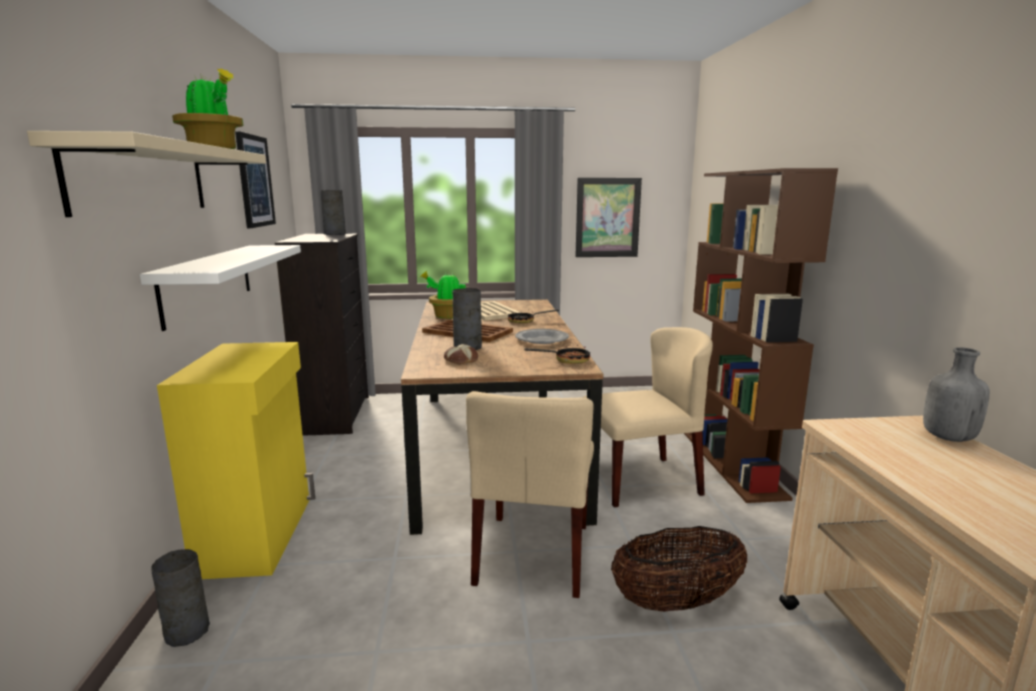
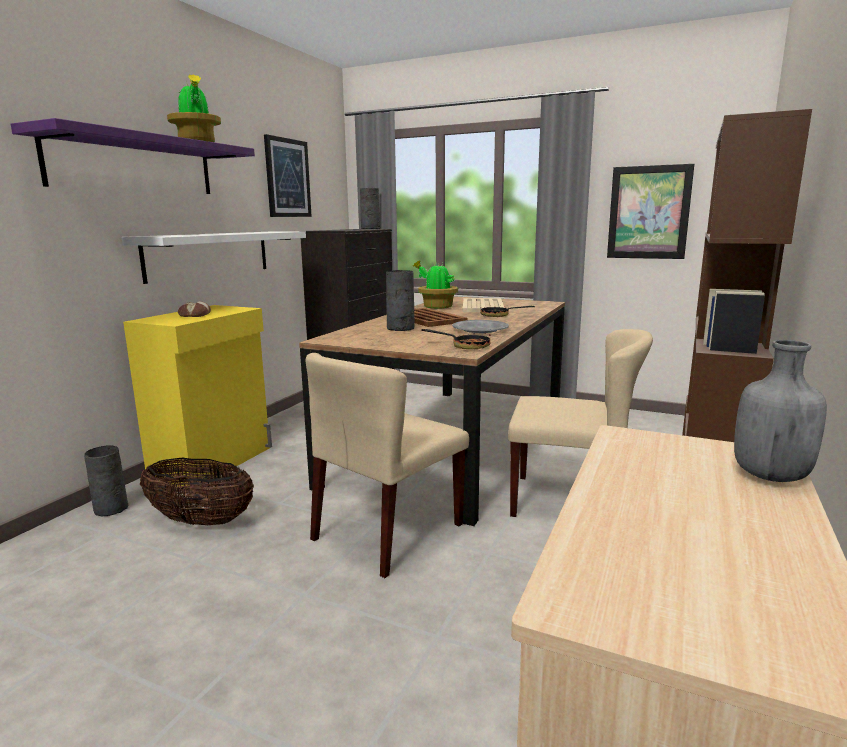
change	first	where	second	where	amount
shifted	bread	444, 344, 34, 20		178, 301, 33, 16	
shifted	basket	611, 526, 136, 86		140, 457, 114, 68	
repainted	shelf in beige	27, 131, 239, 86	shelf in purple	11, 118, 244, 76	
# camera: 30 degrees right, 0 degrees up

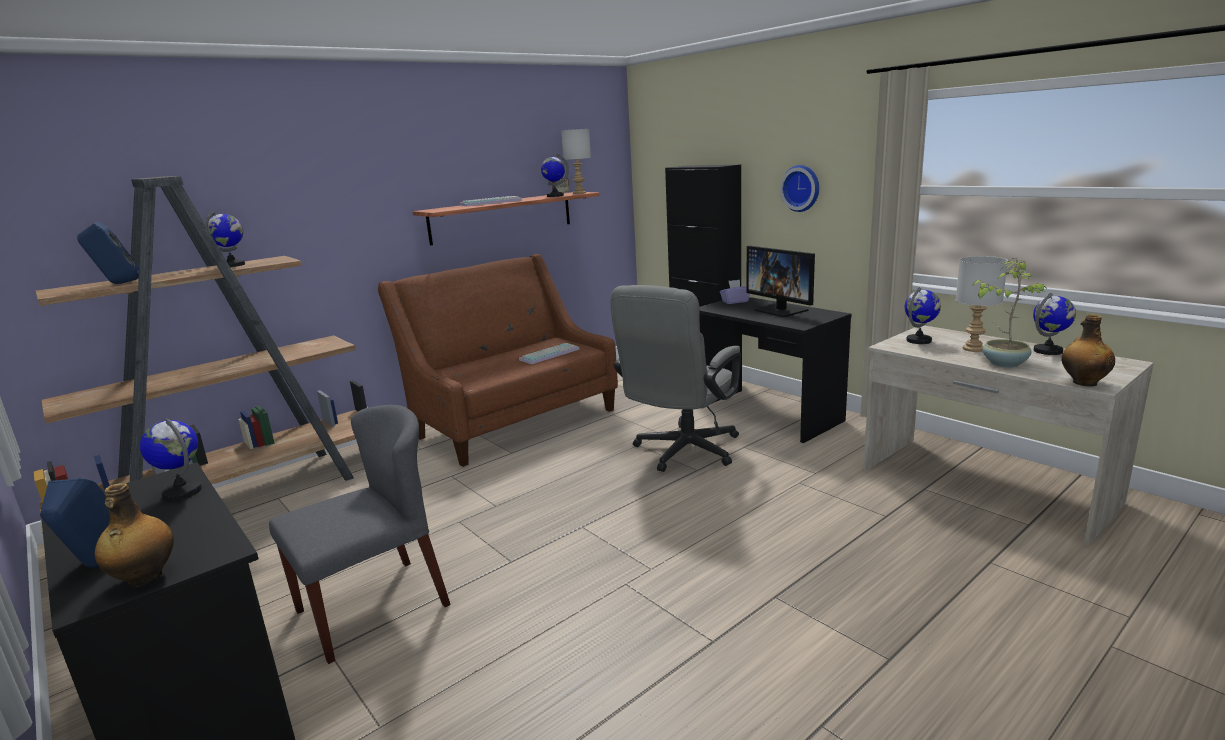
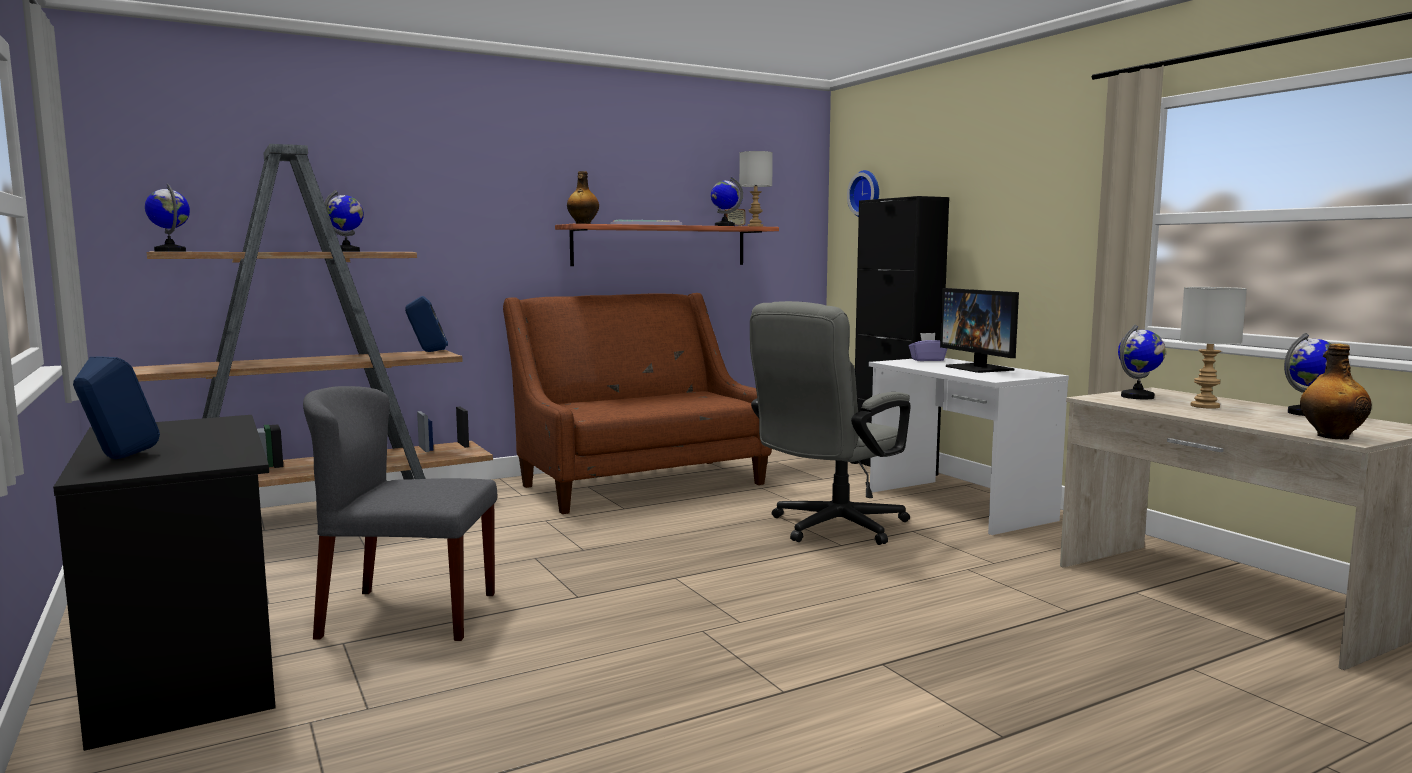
change	first	where	second	where	amount
gone	keyboard	519, 343, 61, 21			
gone	potted plant	972, 258, 75, 110			
shifted	speaker in blue	77, 222, 62, 62		405, 296, 43, 56	
shifted	bottle	95, 483, 79, 104		567, 171, 32, 53	
shifted	globe	140, 418, 62, 83		145, 183, 45, 69	
shifted	wall clock	780, 165, 39, 47		847, 170, 32, 47	
repainted	desk in black	699, 297, 153, 146	desk in white	869, 358, 200, 177	
rotated	chair in grey	269, 405, 182, 259		303, 386, 194, 255	150 degrees counterclockwise
# camera: 10 degrees right, 10 degrees down

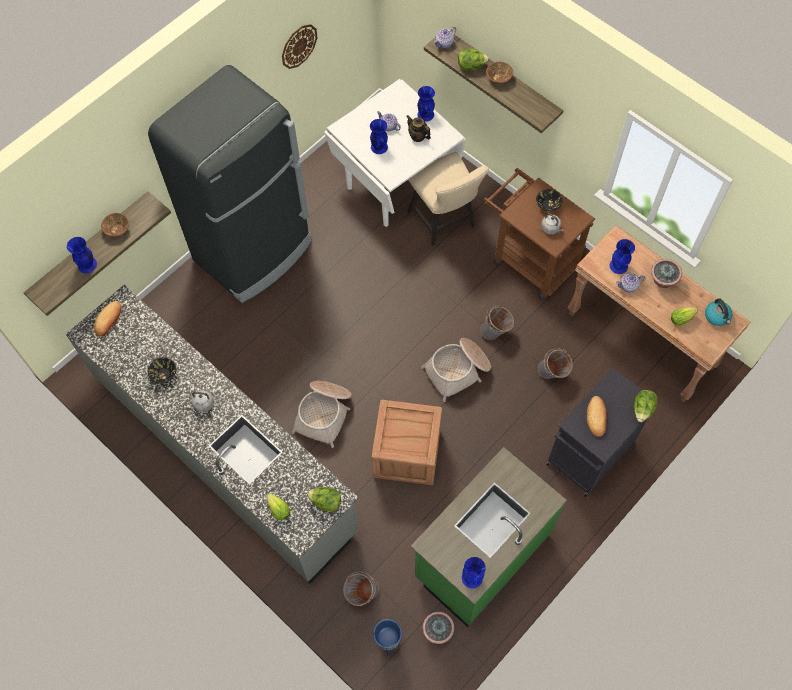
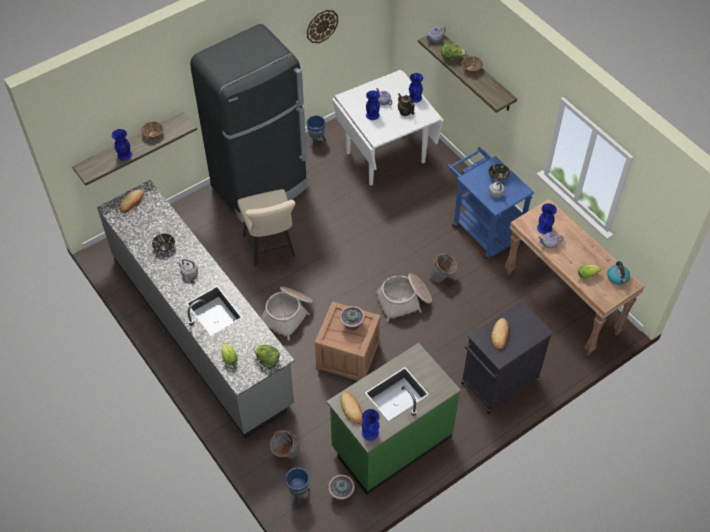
change	first	where	second	where	amount
gone	bucket in grey	538, 348, 35, 31			
gone	lettuce	633, 390, 25, 32			
new			planter in blue	306, 116, 20, 32	
new			bread	341, 392, 22, 32	
shifted	chair in beige	407, 152, 82, 94		238, 189, 58, 77	
shifted	potted plant	651, 259, 31, 29		340, 306, 25, 24	
repainted	cart in brown	483, 168, 112, 132	cart in blue	447, 147, 88, 112	
# camera: 10 degrees right, 10 degrees down

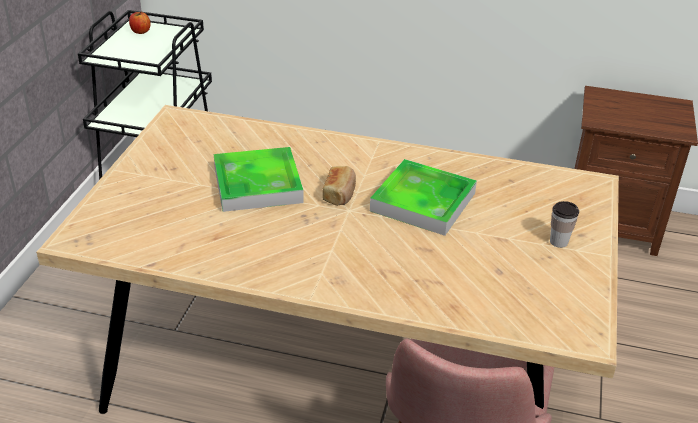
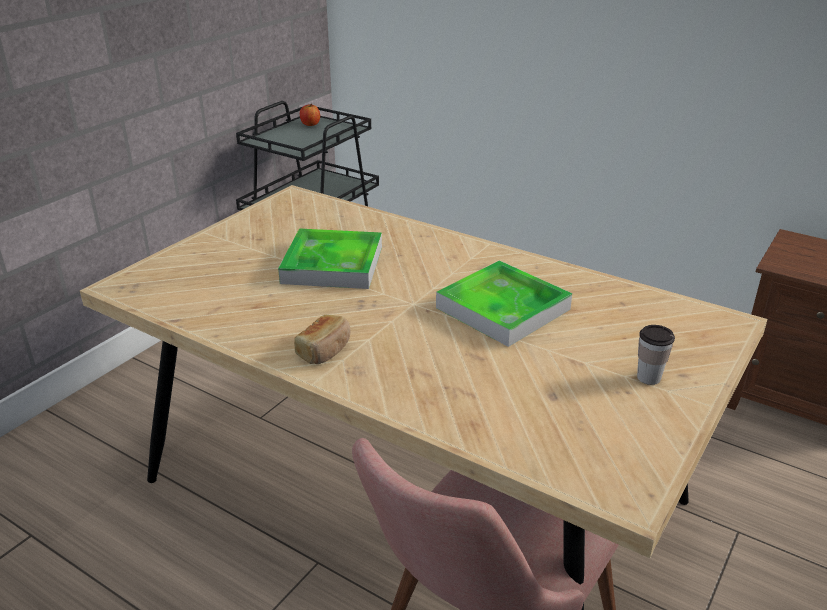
change	first	where	second	where	amount
shifted	bread	322, 166, 34, 40		294, 315, 57, 49	
# camera: 20 degrees right, 5 degrees down

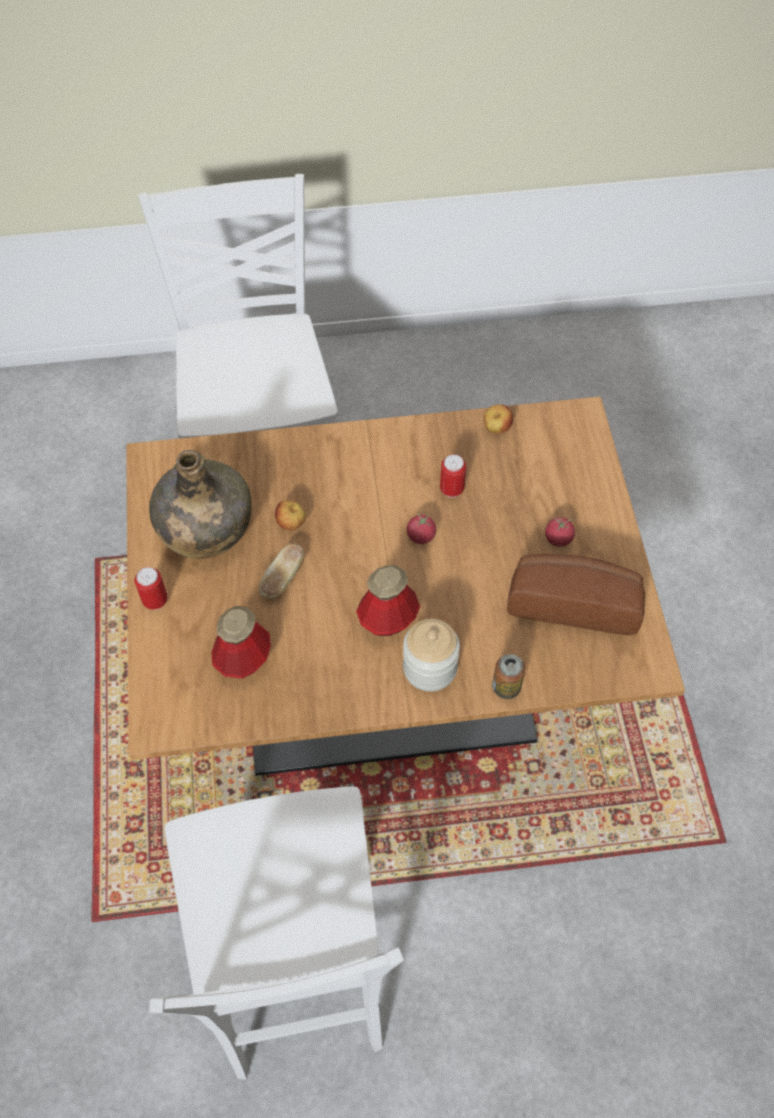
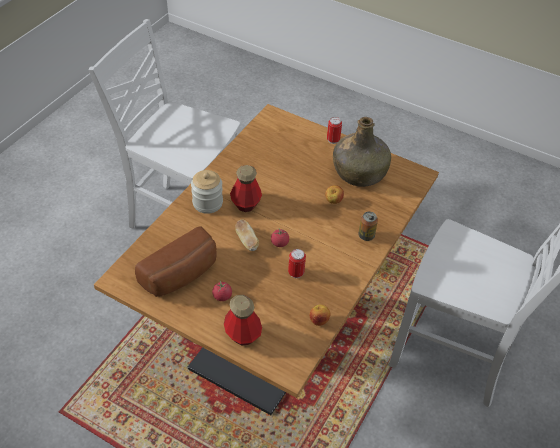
change	first	where	second	where	amount
shifted	bottle	211, 606, 60, 73		224, 295, 38, 51	
shifted	bread	259, 544, 45, 54		235, 219, 24, 32	
shifted	can	492, 654, 33, 45		359, 212, 19, 29	
# camera: 125 degrees right, 10 degrees down

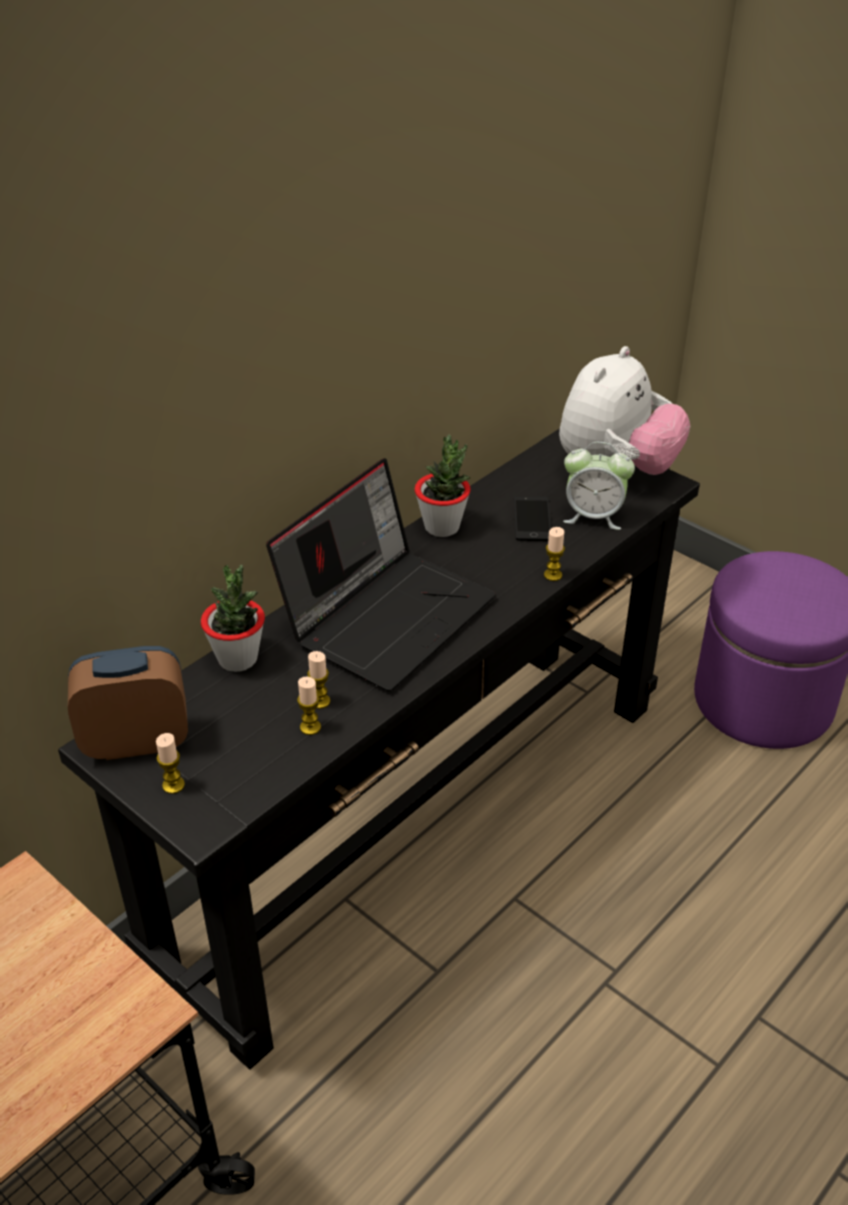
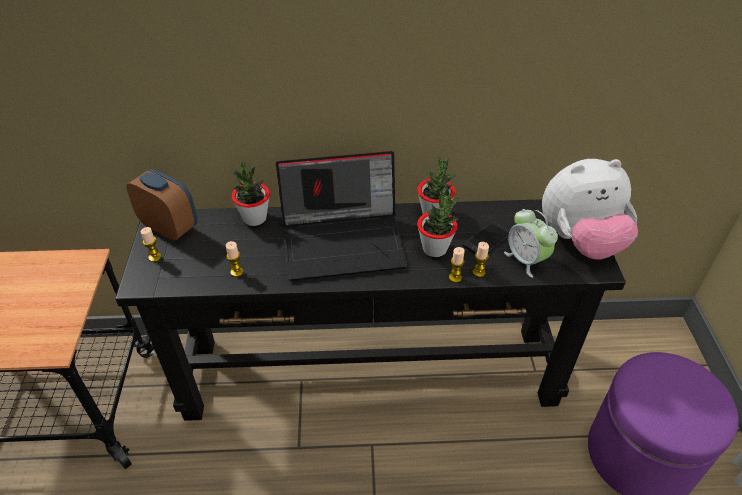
change	first	where	second	where	amount
new			potted plant	417, 188, 42, 69	
shifted	candle	307, 651, 24, 58		473, 242, 16, 35	
# camera: 45 degrees right, 5 degrees up

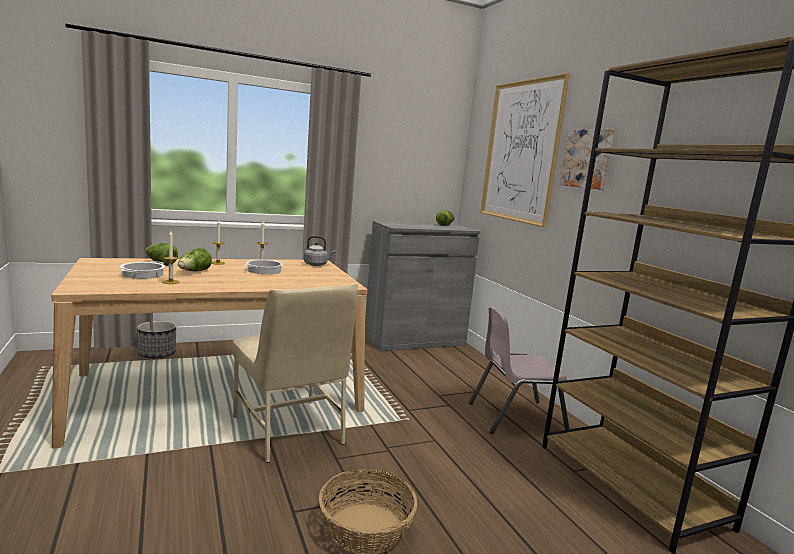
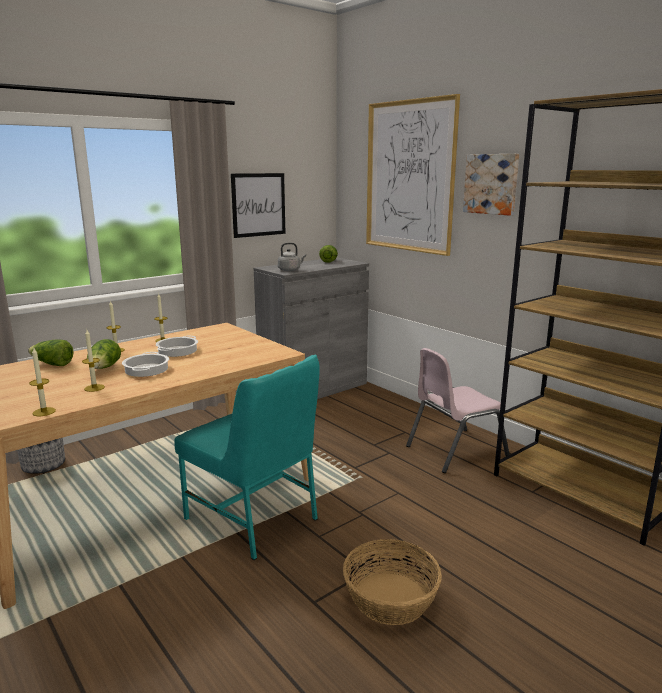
change	first	where	second	where	amount
new			candle	29, 348, 27, 68	
new			picture	231, 173, 54, 65	
shifted	cooking pot	120, 261, 45, 18		122, 352, 47, 25	
shifted	kettle in grey	304, 236, 31, 30		278, 243, 28, 28	
repainted	chair in beige	232, 283, 125, 180	chair in turquoise	174, 355, 146, 205	
# camera: 15 degrees left, 5 degrees up

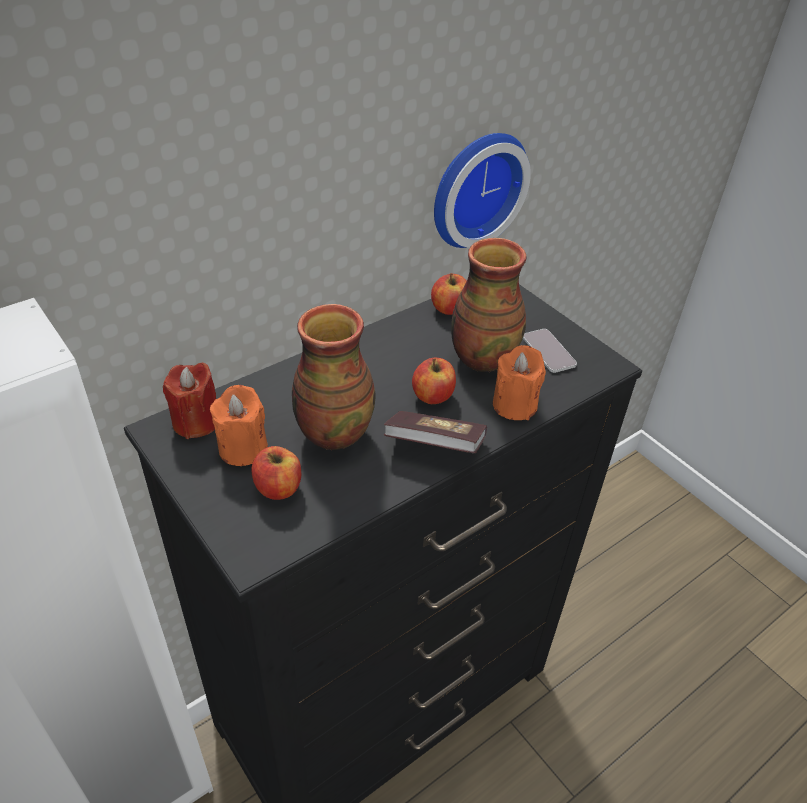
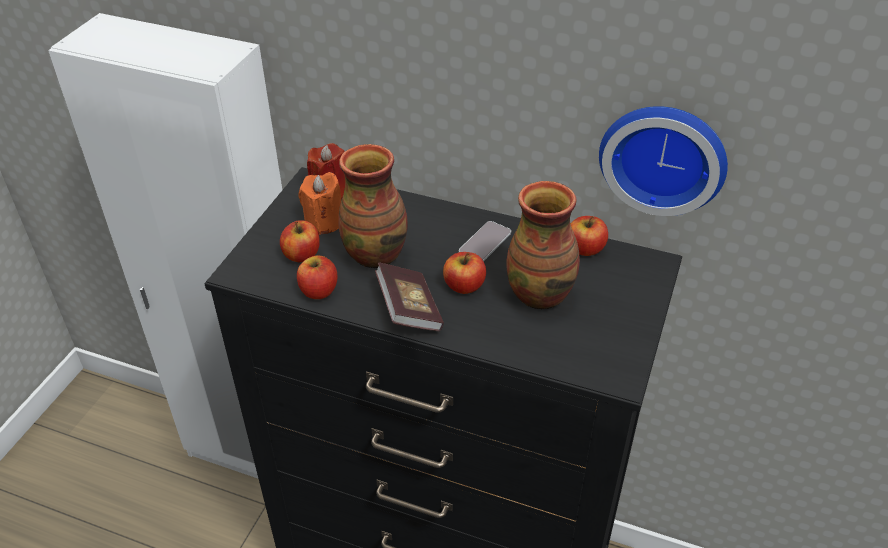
change	first	where	second	where	amount
gone	candle in orange	493, 345, 53, 75			
new			apple	297, 255, 40, 44	
shifted	phone	523, 329, 54, 44		459, 221, 52, 41	
# camera: 60 degrees right, 0 degrees up

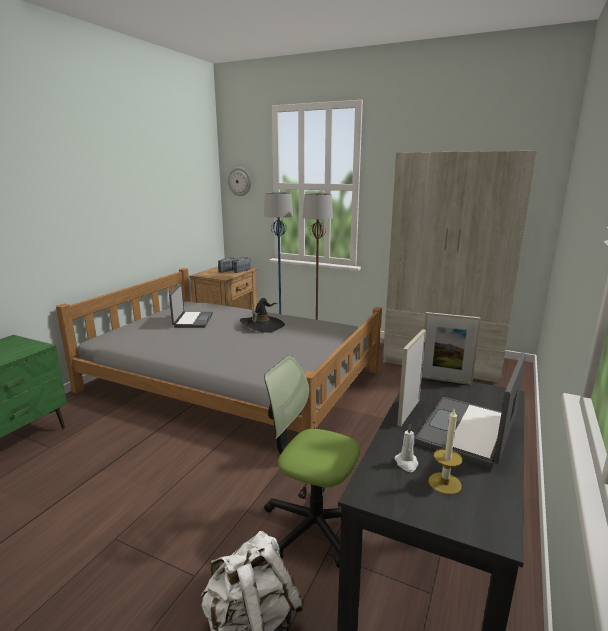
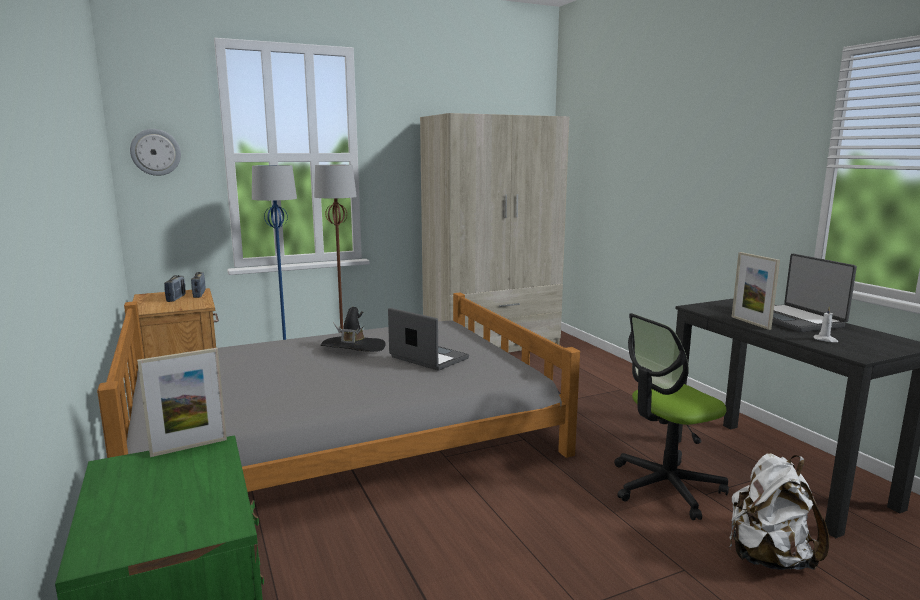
change	first	where	second	where	amount
gone	candle	428, 409, 35, 86			
shifted	laptop	169, 284, 44, 44		388, 308, 81, 63	
shifted	picture frame	422, 312, 59, 73		137, 348, 90, 109	
# camera: 50 degrees left, 5 degrees down

